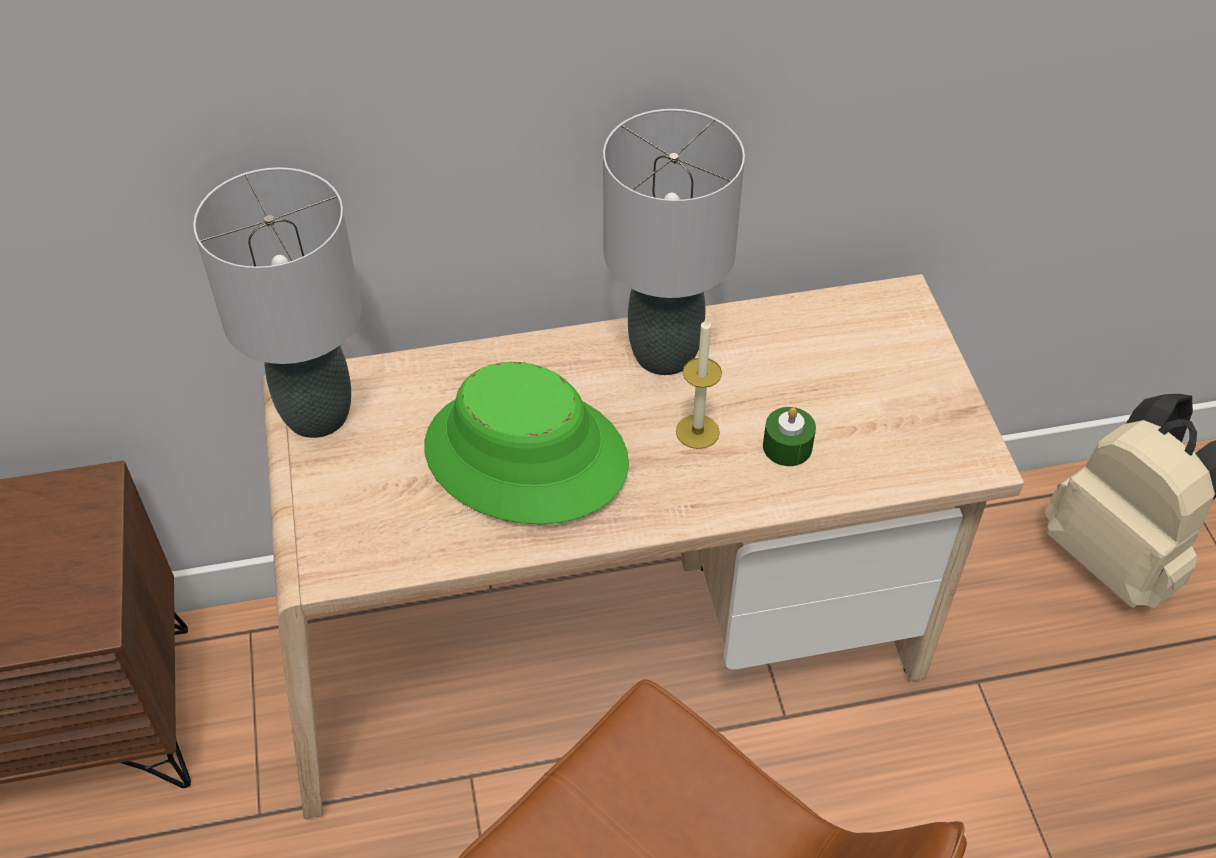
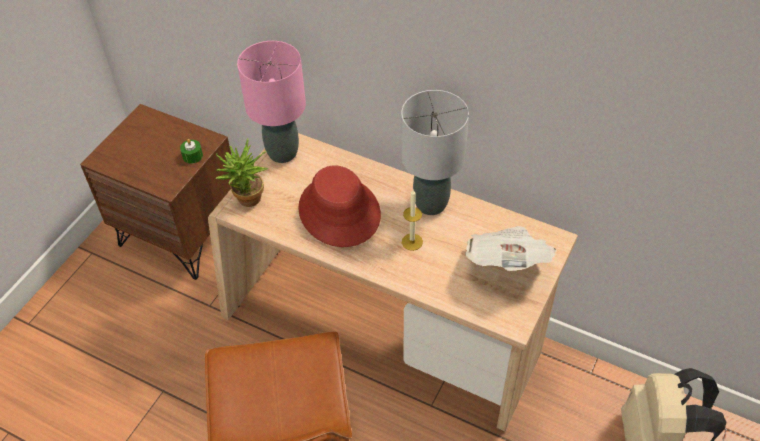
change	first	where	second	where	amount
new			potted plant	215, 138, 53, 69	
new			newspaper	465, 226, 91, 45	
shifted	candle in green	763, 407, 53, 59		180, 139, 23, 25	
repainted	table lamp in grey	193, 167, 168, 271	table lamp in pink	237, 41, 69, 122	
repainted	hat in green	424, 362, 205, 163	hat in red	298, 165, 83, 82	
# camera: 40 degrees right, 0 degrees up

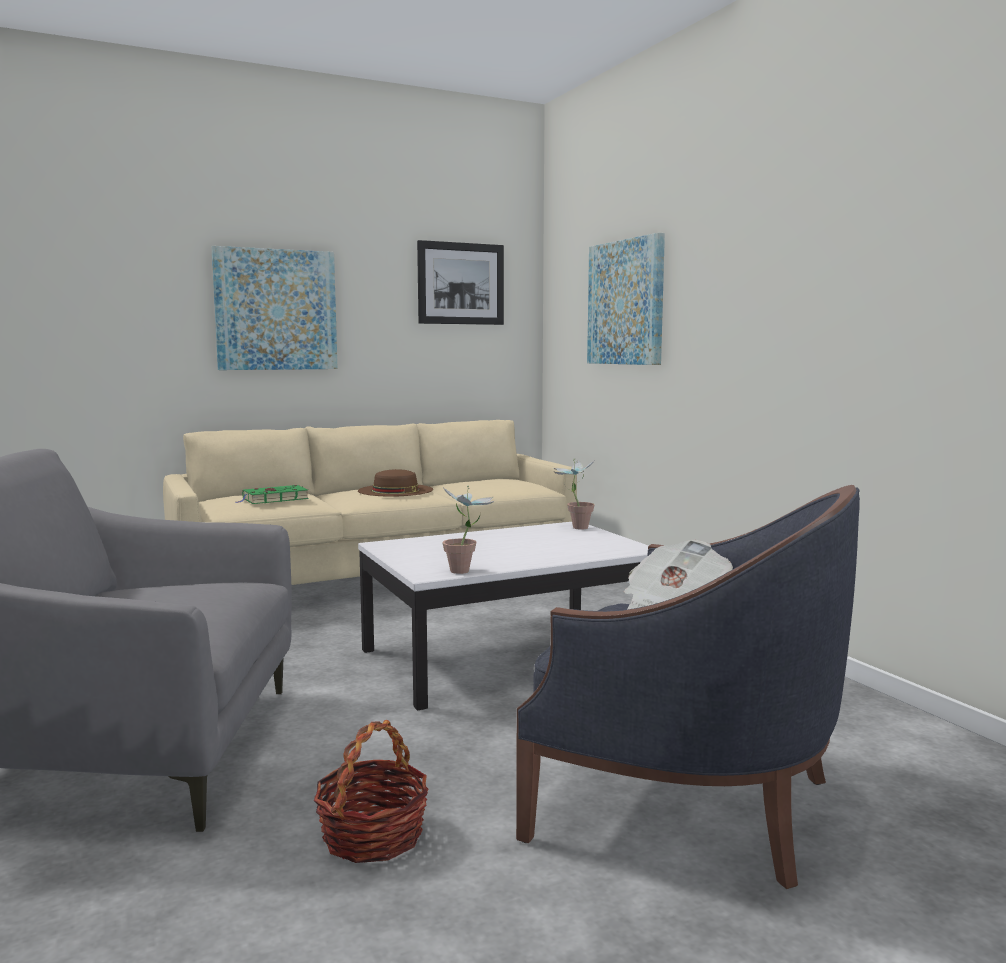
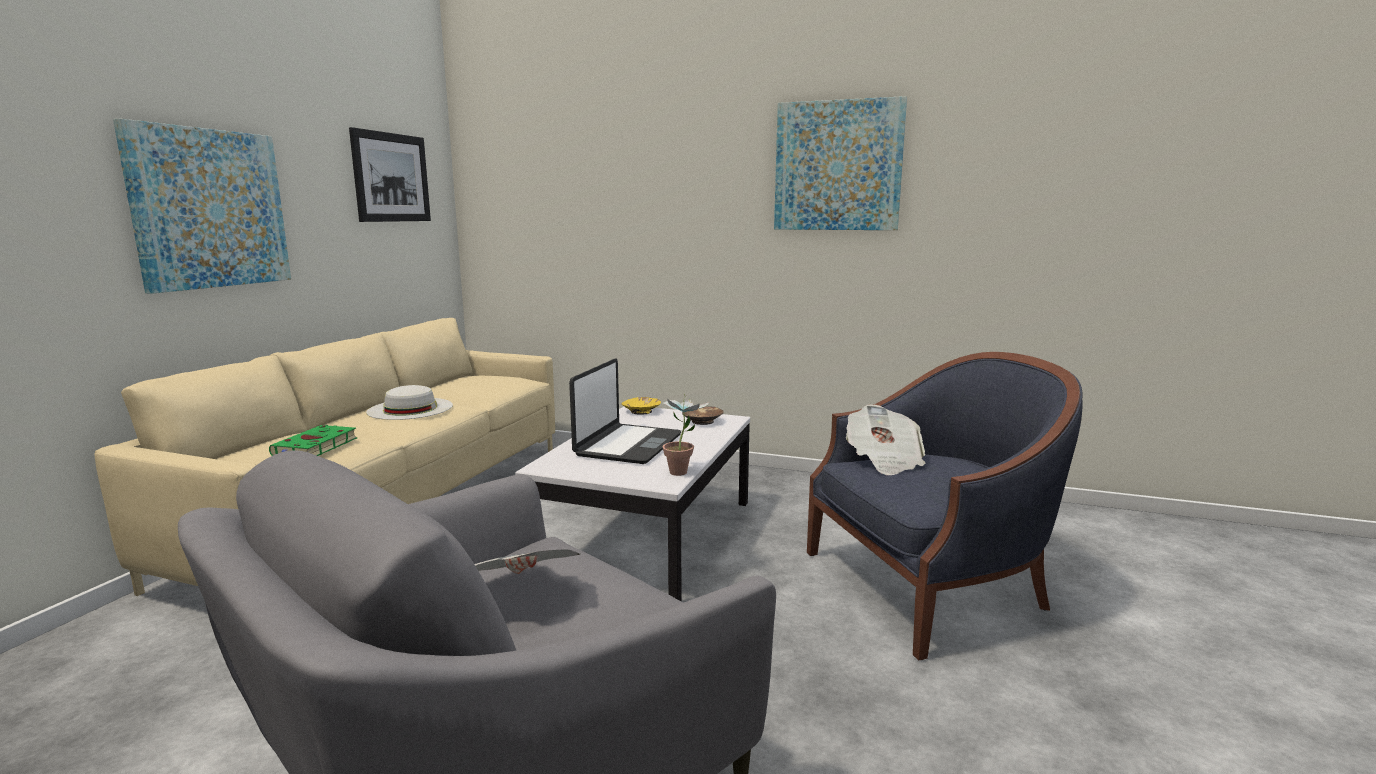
change	first	where	second	where	amount
gone	basket	314, 720, 115, 143			
new			newspaper	474, 550, 106, 24	
new			laptop	569, 358, 112, 106	
new			bowl in brown	682, 406, 42, 19	
shifted	picture	587, 233, 78, 132		774, 96, 133, 134	
swapped	potted plant	554, 460, 41, 70	bowl in yellow	622, 397, 39, 18	
repainted	hat in brown	358, 469, 75, 28	hat in white	366, 385, 87, 35	
# camera: 45 degrees left, 5 degrees up

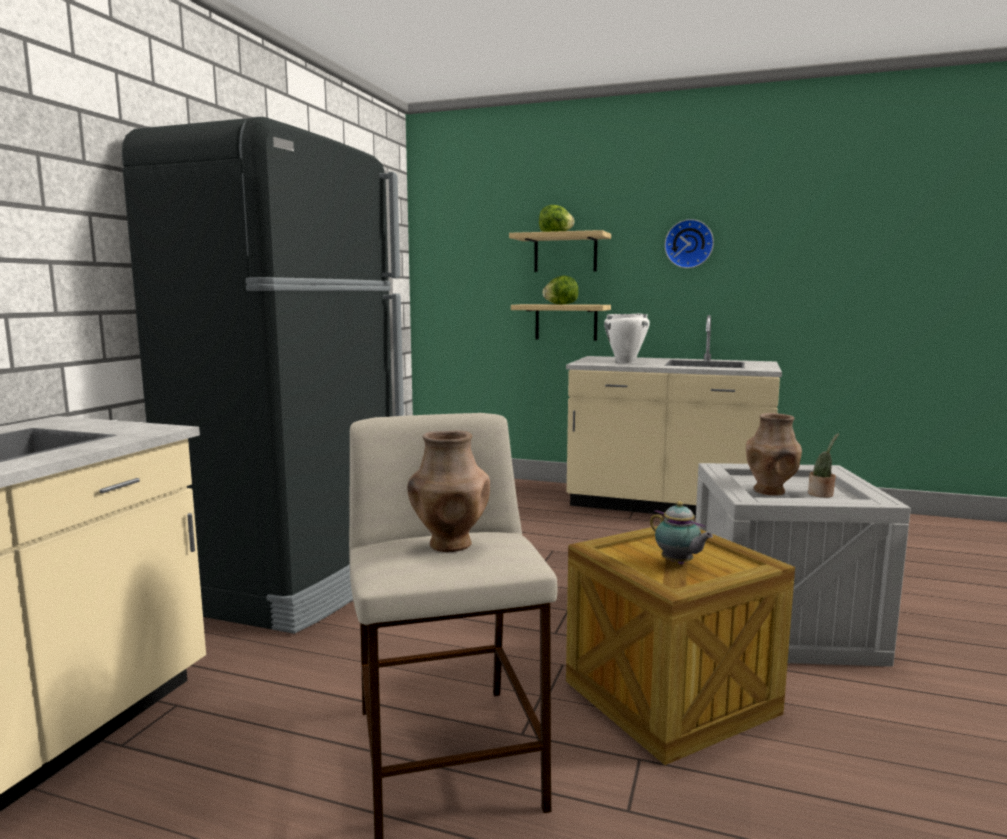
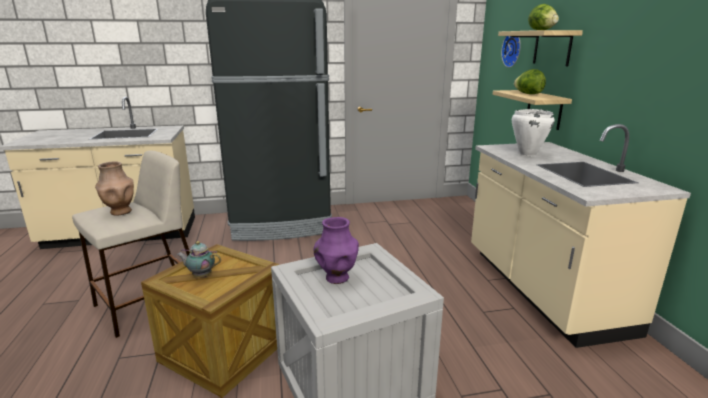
change	first	where	second	where	amount
gone	potted plant	808, 433, 31, 65			
shifted	wall clock	665, 219, 49, 49		501, 36, 20, 32	
repainted	vase in brown	746, 413, 56, 82	vase in purple	314, 217, 45, 67	
rotated	teapot	650, 501, 63, 64		177, 241, 44, 36	75 degrees clockwise
# camera: 60 degrees right, 10 degrees up

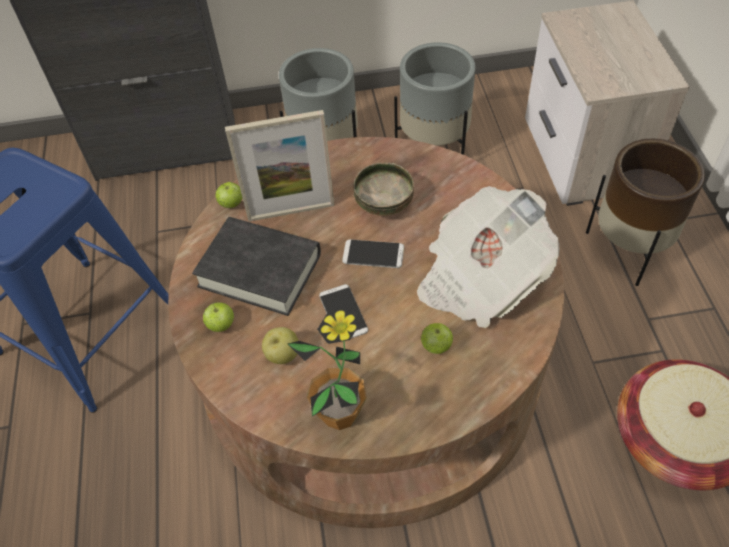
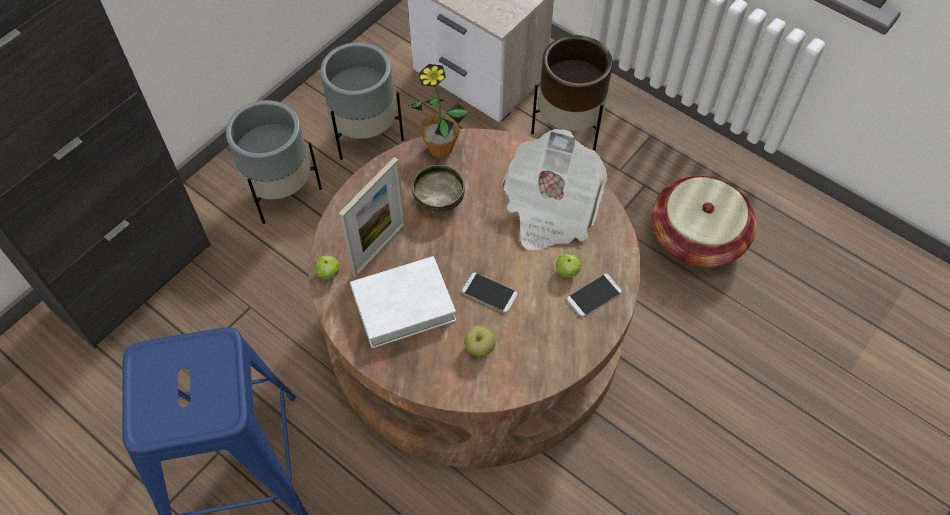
change	first	where	second	where	amount
gone	apple	203, 302, 31, 30			
shifted	potted plant	288, 307, 79, 123		407, 64, 62, 94	
shifted	phone	342, 239, 62, 29		567, 274, 55, 43	
repainted	book in black	192, 217, 129, 99	book in white	350, 256, 106, 92	
# camera: 45 degrees left, 5 degrees up

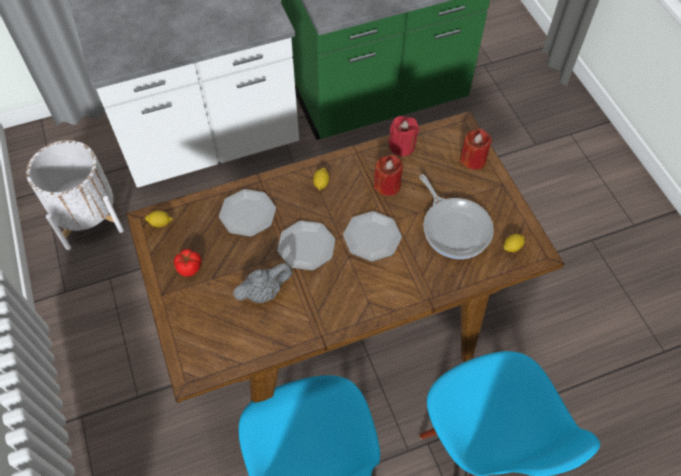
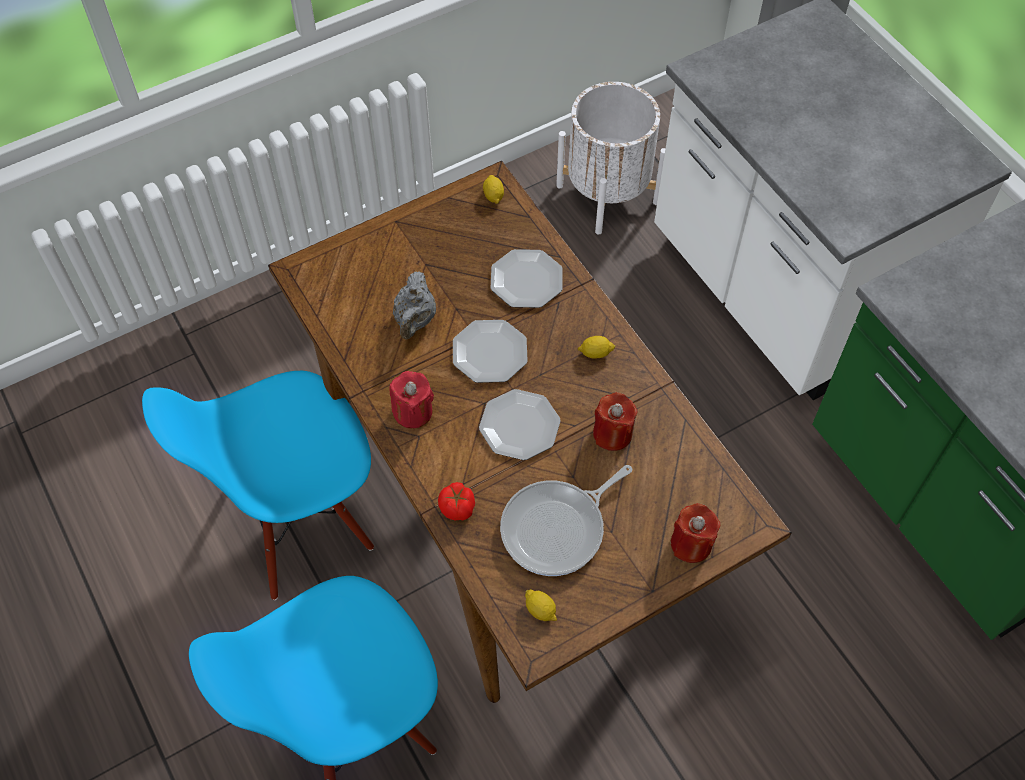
change	first	where	second	where	amount
shifted	tomato	174, 249, 28, 28		438, 482, 37, 39	
shifted	candle in red	389, 116, 30, 41		389, 371, 45, 57	
rotated	teapot in grey	233, 263, 60, 40		393, 272, 43, 68	45 degrees clockwise
# camera: 80 degrees right, 0 degrees up

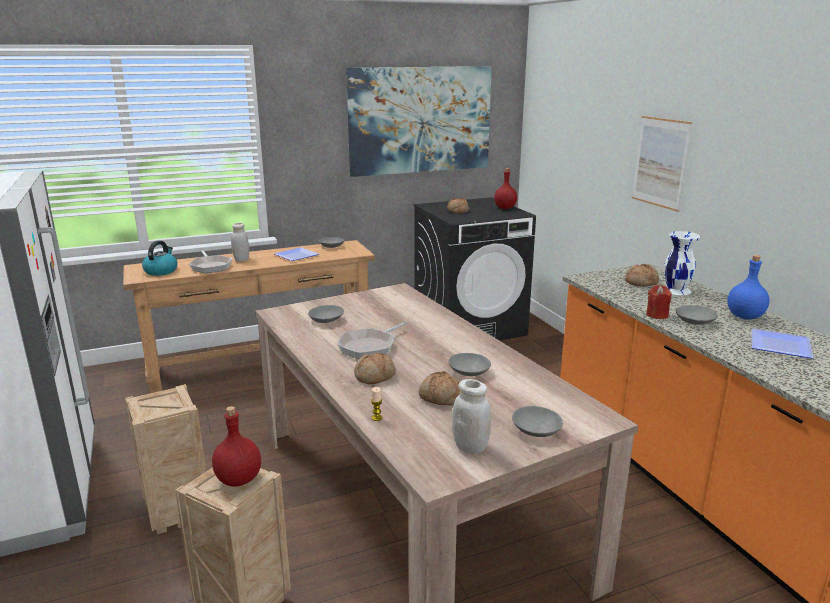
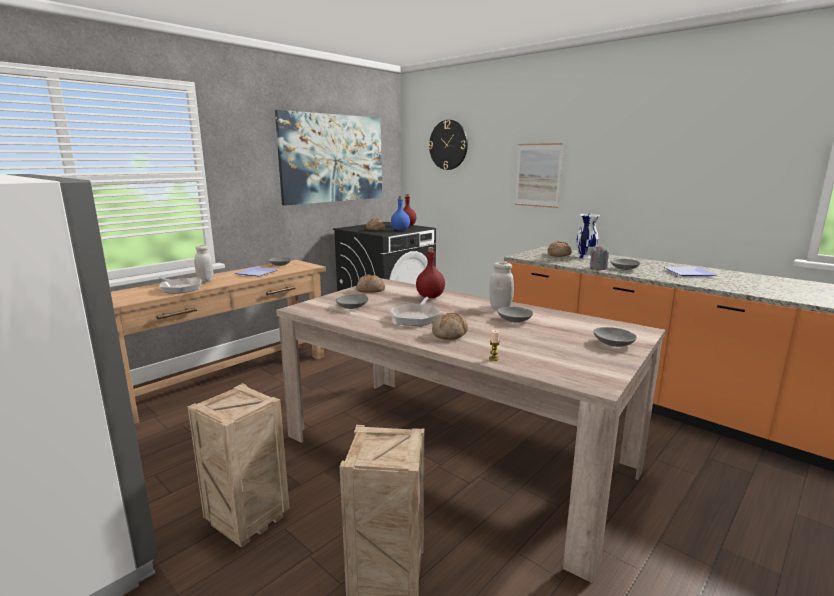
change	first	where	second	where	amount
gone	kettle	142, 241, 36, 35			
new			wall clock	428, 120, 40, 50	
shifted	bottle in red	212, 406, 49, 81		416, 247, 29, 51	
shifted	bread	419, 371, 41, 35		356, 274, 29, 18	
shifted	jar in white	452, 379, 39, 75		489, 262, 25, 46	
shifted	bottle in blue	727, 255, 43, 64		391, 196, 19, 34	
repainted	candle in red	646, 285, 25, 34	candle in grey	590, 246, 19, 24	
# camera: 25 degrees left, 5 degrees down

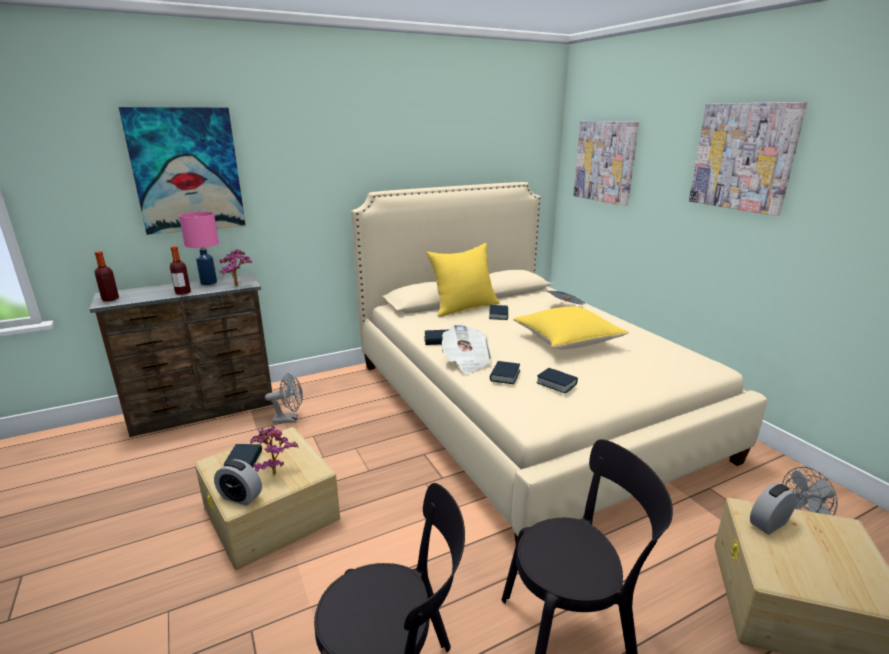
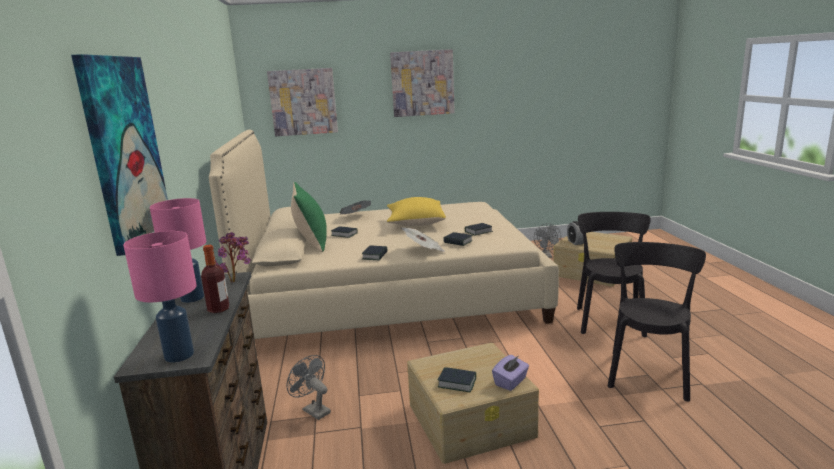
change	first	where	second	where	amount
gone	potted plant	250, 426, 48, 50			
swapped	bottle	94, 251, 25, 50	table lamp in pink	123, 231, 74, 132	
swapped	alarm clock	214, 459, 48, 47	tissue box in purple	492, 355, 37, 36	
repainted	pillow in yellow	426, 243, 74, 74	pillow in green	291, 182, 36, 70	
rotated	fan in grey	265, 373, 38, 51		287, 355, 44, 65	60 degrees counterclockwise
# camera: 70 degrees left, 5 degrees down

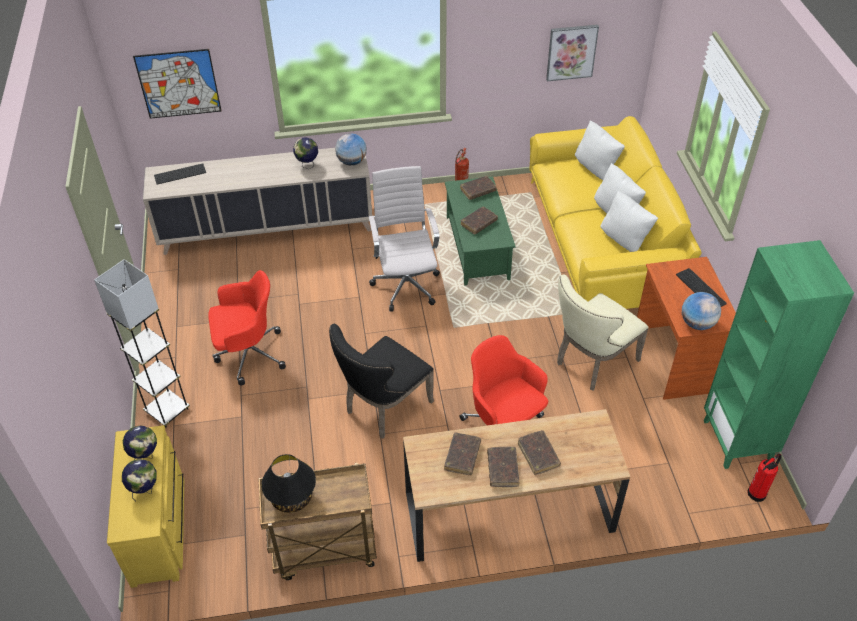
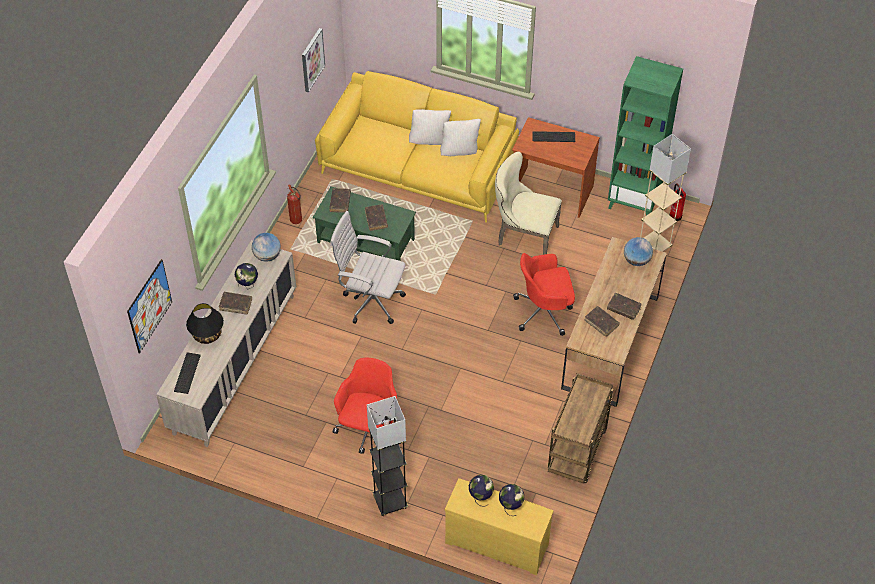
change	first	where	second	where	amount
gone	chair in black	329, 324, 105, 115			
gone	pillow in white	575, 120, 50, 60			
new			floor lamp in beige	640, 134, 51, 118	
shifted	table lamp in black	261, 454, 55, 59		186, 303, 38, 41	
shifted	book in brown	518, 430, 43, 45		219, 292, 33, 22	
shifted	globe	682, 292, 39, 38		624, 237, 29, 29	
rotated	chair in beige	557, 274, 92, 117		495, 152, 67, 103	120 degrees clockwise
# camera: 60 degrees left, 5 degrees up

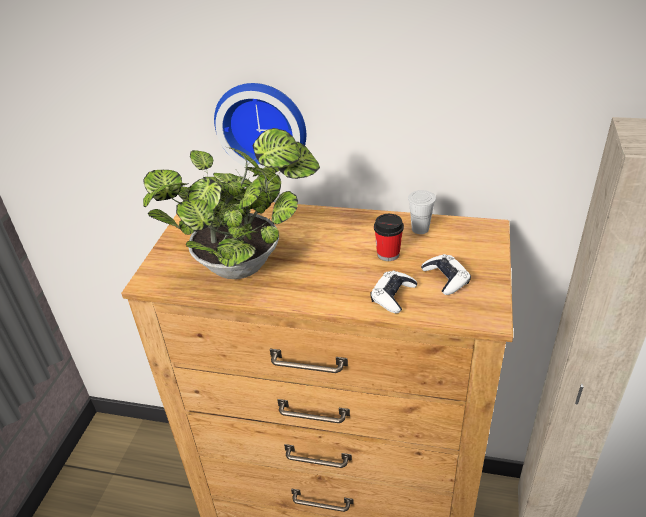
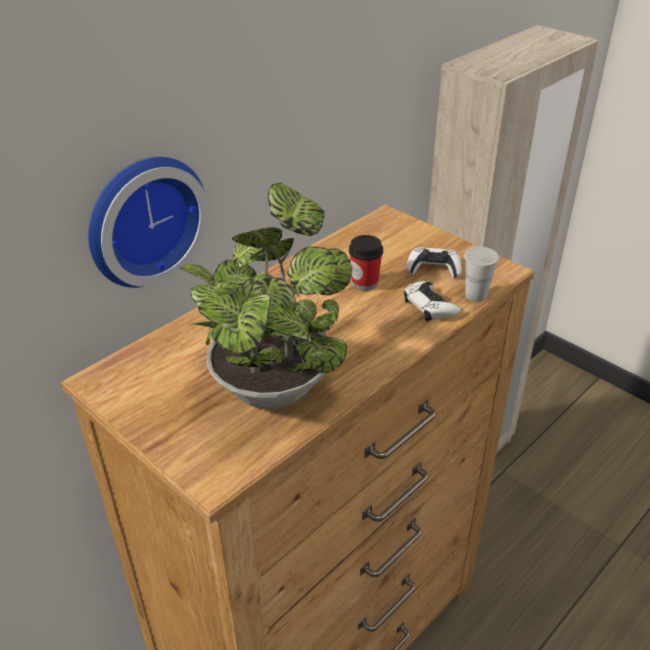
change	first	where	second	where	amount
shifted	cup in white	408, 190, 28, 44		464, 247, 36, 55	
# camera: 60 degrees left, 0 degrees up

